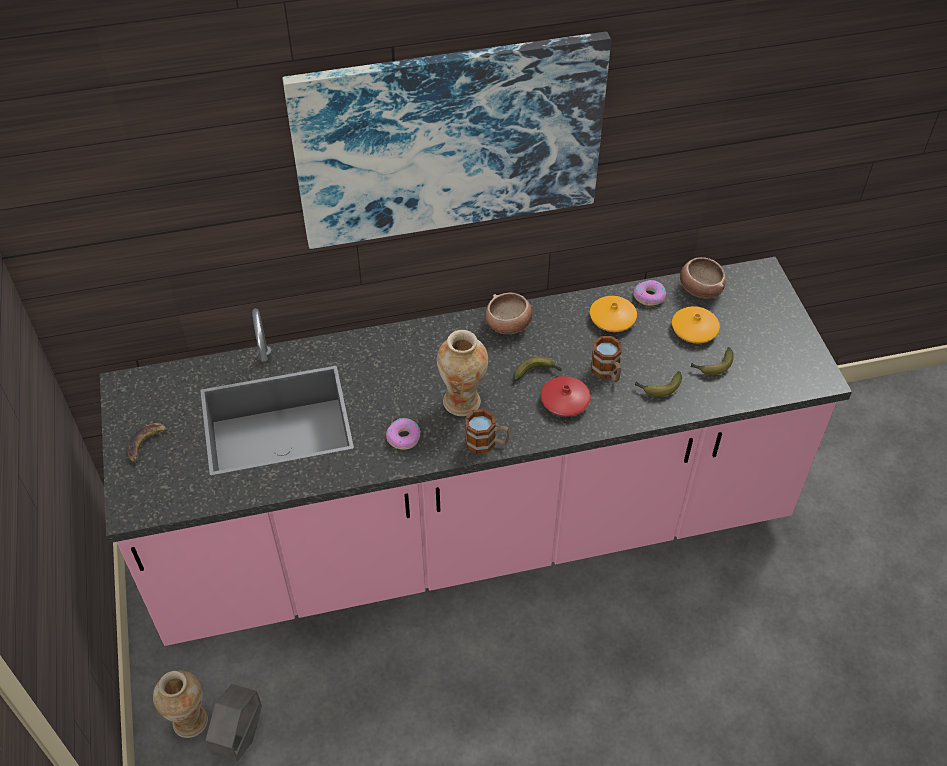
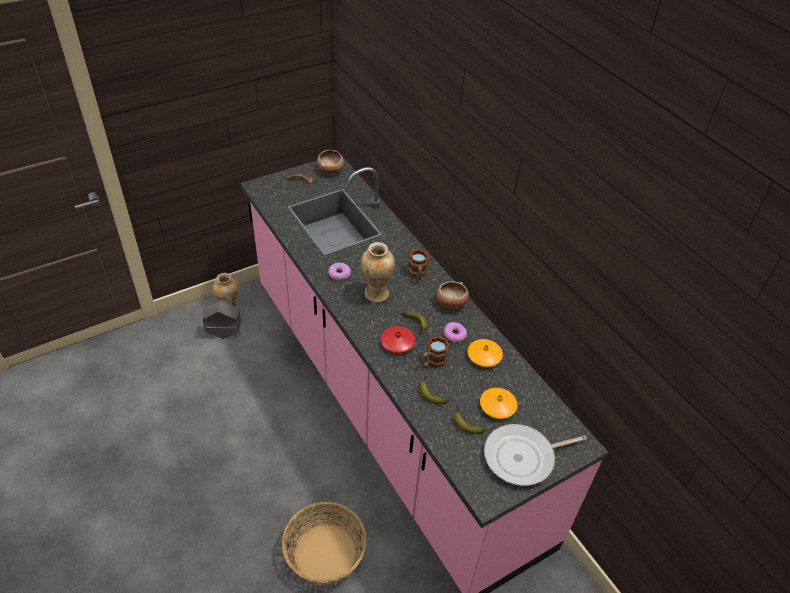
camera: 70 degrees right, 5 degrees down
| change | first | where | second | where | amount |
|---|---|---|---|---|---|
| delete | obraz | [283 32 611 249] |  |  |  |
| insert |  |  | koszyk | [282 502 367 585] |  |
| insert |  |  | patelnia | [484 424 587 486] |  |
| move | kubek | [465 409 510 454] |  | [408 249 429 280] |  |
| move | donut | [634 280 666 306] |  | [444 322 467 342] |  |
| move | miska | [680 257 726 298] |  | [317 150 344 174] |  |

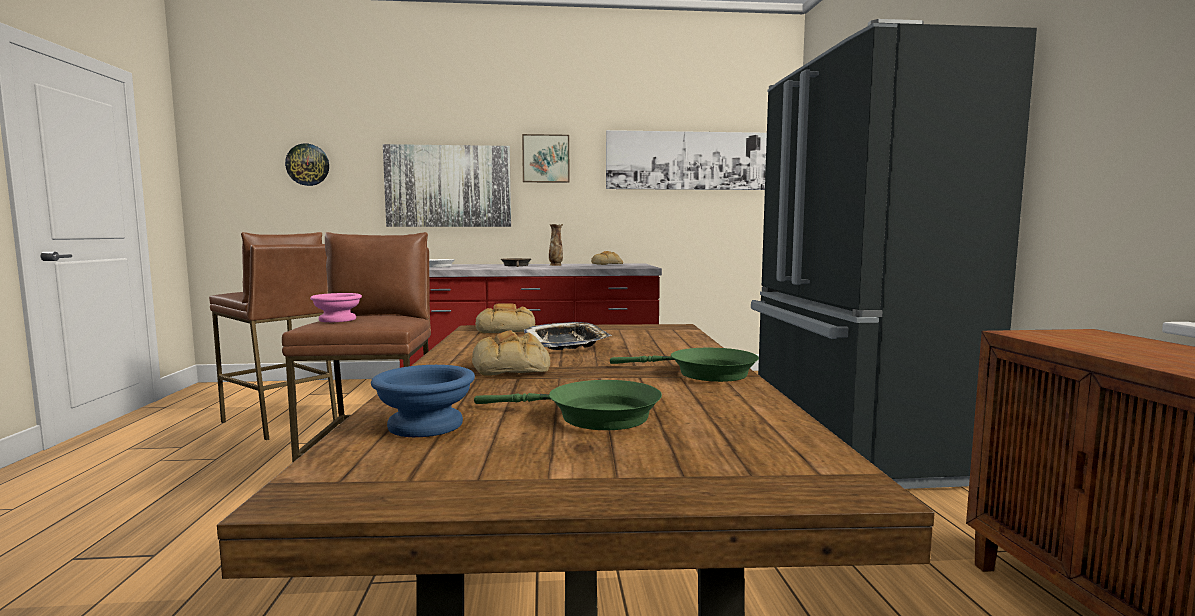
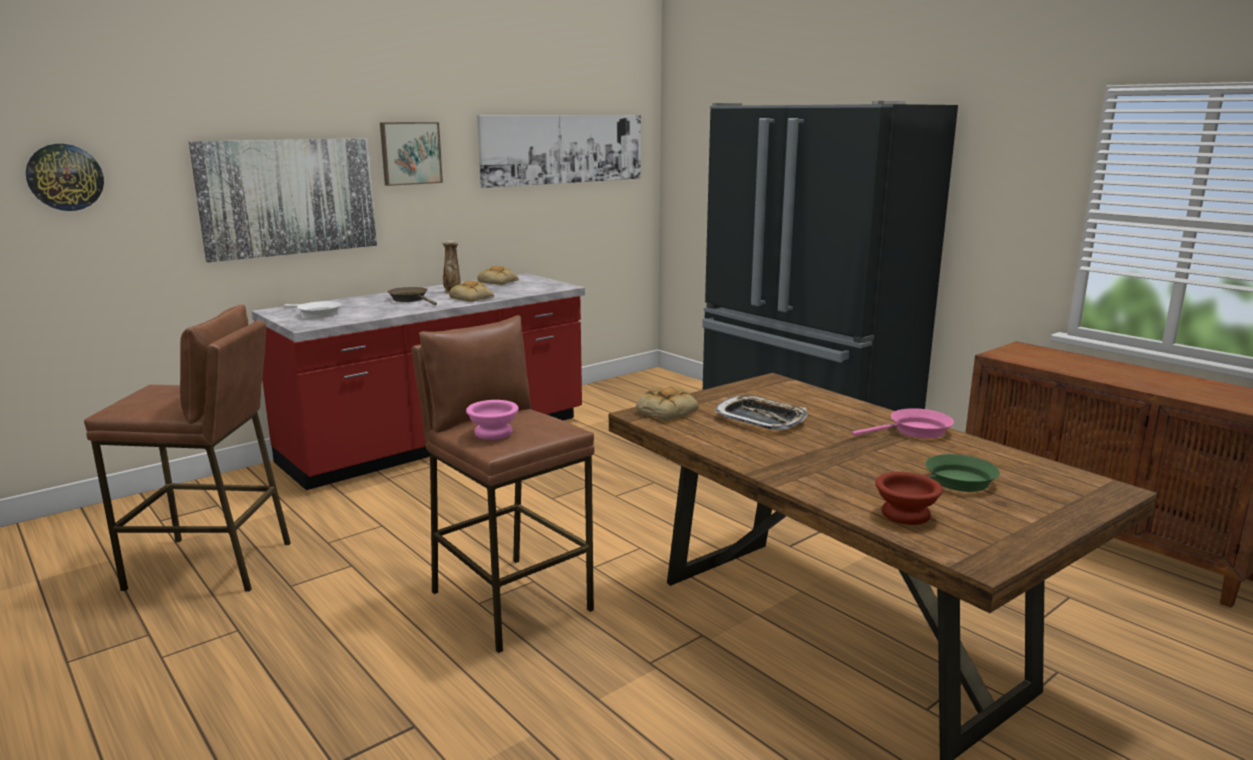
camera: 35 degrees left, 10 degrees up
| change | first | where | second | where | amount |
|---|---|---|---|---|---|
| move | chleb | [472 330 550 376] |  | [449 281 494 302] |  |
| recolor | miska (niebieski) | [371 365 475 437] | miska (brązowy) | [875 472 943 525] |  |
| recolor | patelnia (zielony) | [610 348 759 382] | patelnia (różowy) | [852 408 954 438] |  |

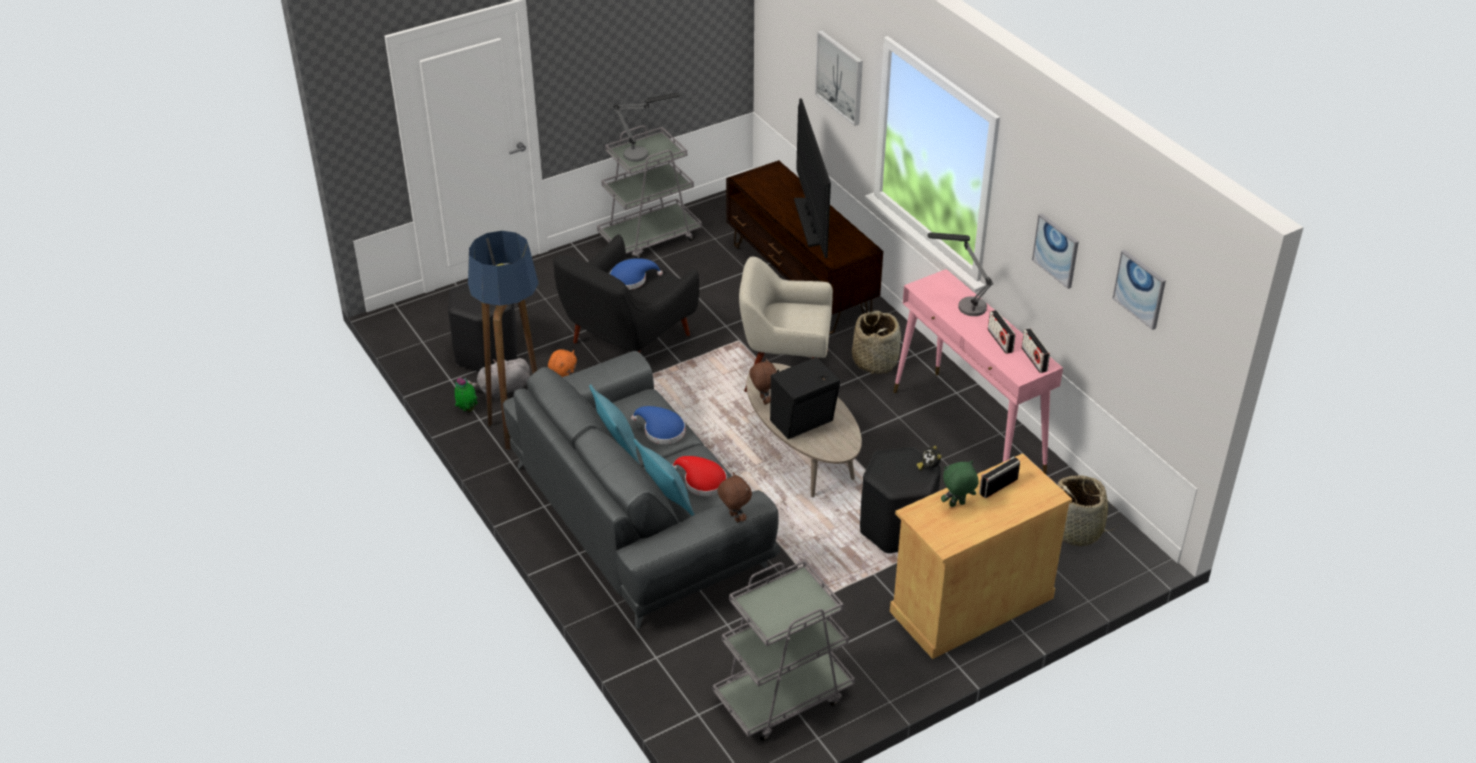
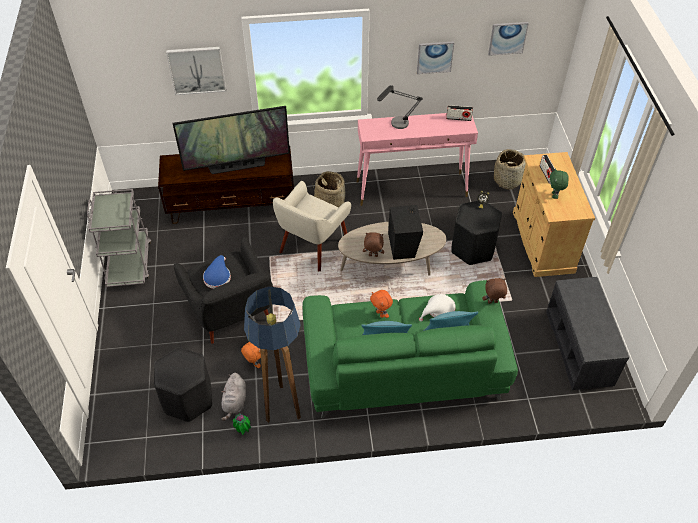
camera: 65 degrees left, 10 degrees up
| change | first | where | second | where | amount |
|---|---|---|---|---|---|
| delete | lampa stołowa | [613 93 680 162] |  |  |  |
| delete | radio | [988 310 1015 354] |  |  |  |
| replace | kapelusz (niebieski) | [631 406 685 444] | pluszak (pomarańczowy) | [370 290 393 318] |  |
| replace | wózek (szary) | [713 560 855 741] | ławka (szary) | [546 277 629 390] |  |
| recolor | kanapa (szary) | [503 351 780 629] | kanapa (zielony) | [303 280 518 419] |  |
| recolor | kapelusz (czerwony) | [672 456 727 496] | kapelusz (biały) | [419 294 455 322] |  |
| rotate | telewizor | [794 98 831 258] |  | [173 106 290 174] | 150 degrees clockwise |

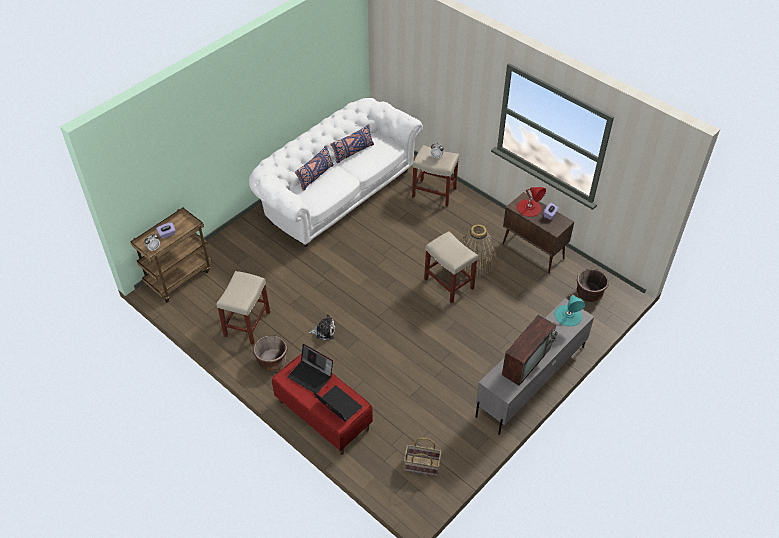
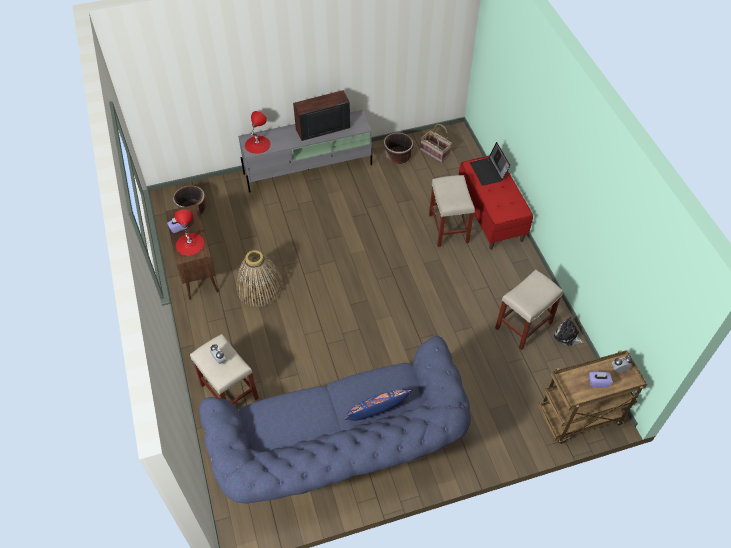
camera: 150 degrees left, 5 degrees up
| change | first | where | second | where | amount |
|---|---|---|---|---|---|
| delete | laptop | [287 344 333 393] |  |  |  |
| delete | poduszka (niebieski) | [331 124 374 163] |  |  |  |
| move | donica (brązowy) | [254 335 288 371] |  | [383 132 414 164] |  |
| move | pluszak | [308 314 336 340] |  | [554 316 585 346] |  |
| move | stołek (beżowy) | [424 231 478 304] |  | [429 175 475 247] |  |
| recolor | kanapa (biały) | [249 98 423 247] | kanapa (niebieski) | [199 336 471 503] |  |
| recolor | lampa stołowa (turkusowy) | [555 295 585 326] | lampa stołowa (czerwony) | [245 111 270 154] |  |

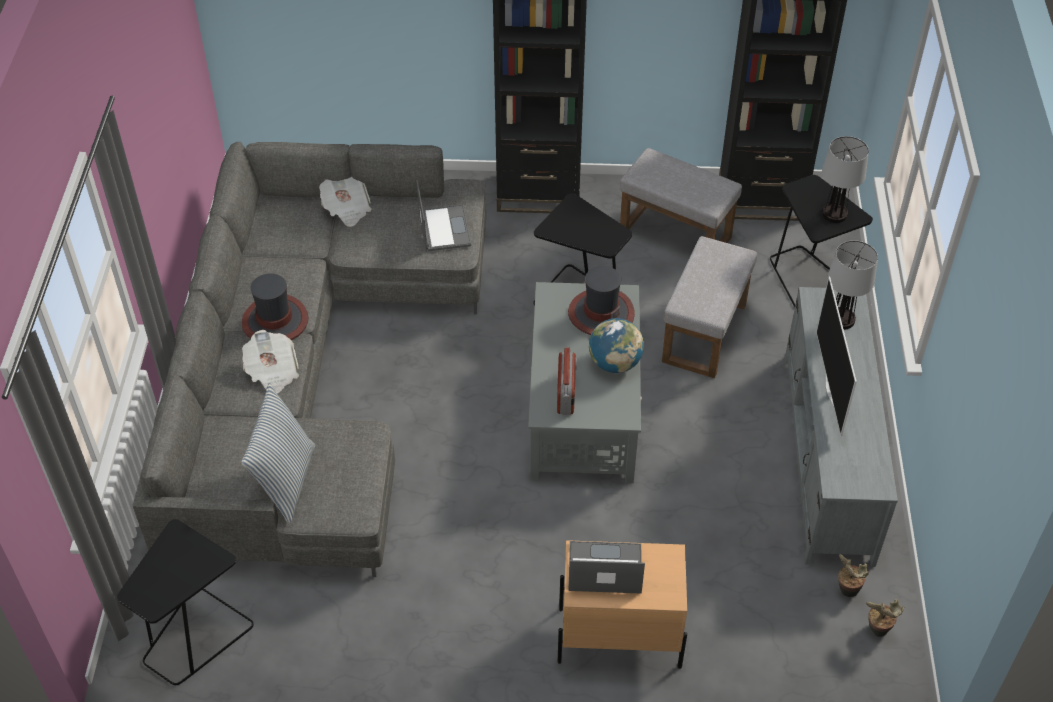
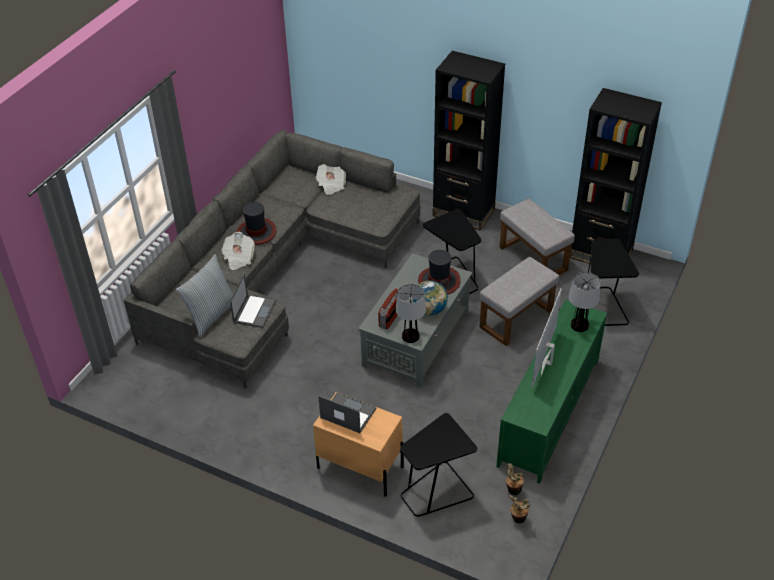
camera: 25 degrees right, 5 degrees down
| change | first | where | second | where | amount |
|---|---|---|---|---|---|
| move | stolik (czarny) | [117 519 254 685] |  | [400 413 477 517] |  |
| move | laptop | [416 180 471 252] |  | [230 274 276 328] |  |
| move | lampa stołowa | [822 136 869 223] |  | [396 284 426 343] |  |
| recolor | szafka pod telewizor (szary) | [785 287 898 567] | szafka pod telewizor (zielony) | [496 300 607 484] |  |

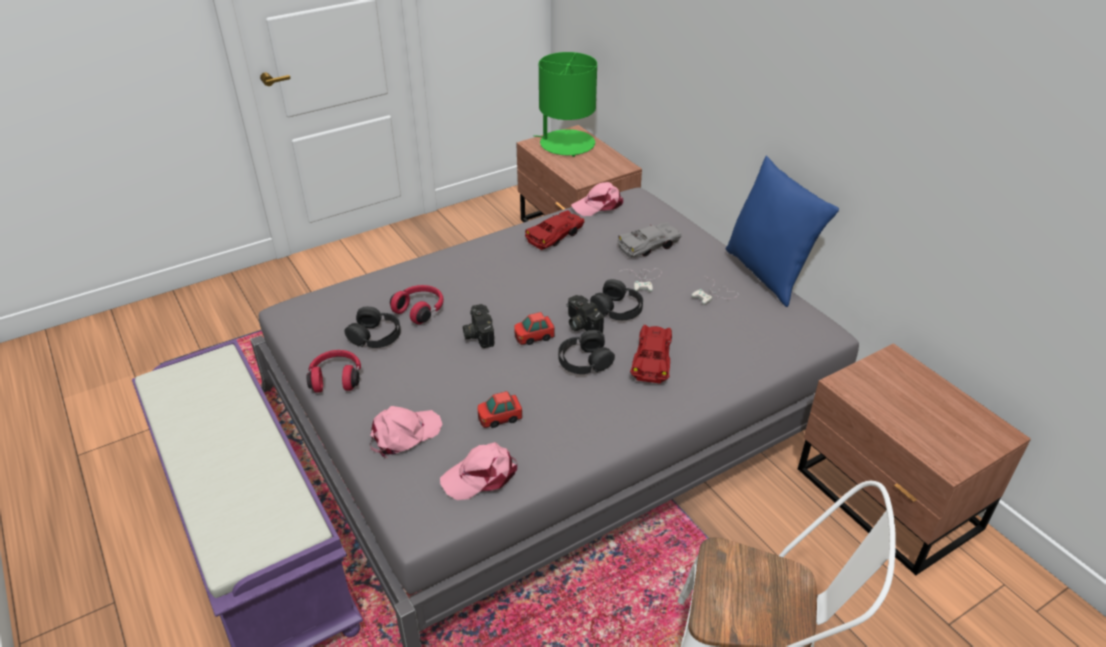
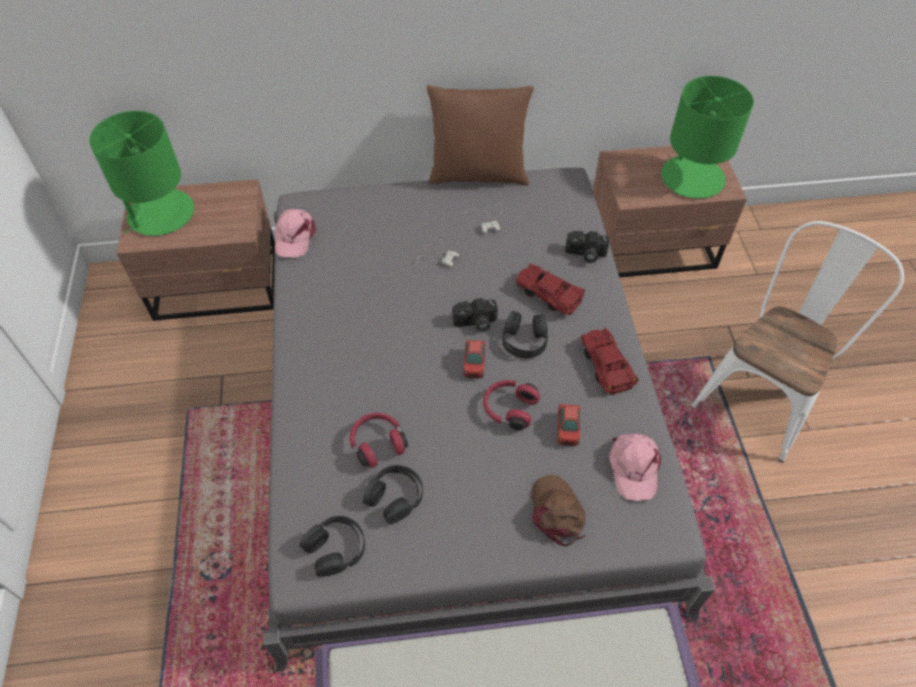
camera: 65 degrees left, 15 degrees up
| change | first | where | second | where | amount |
|---|---|---|---|---|---|
| delete | samochodzik (szary) | [617 222 681 258] |  |  |  |
| insert |  |  | lampa stołowa (zielony) | [661 76 754 199] |  |
| move | słuchawki (czerwony) | [307 350 361 393] |  | [483 380 540 430] |  |
| move | aparat fotograficzny | [463 304 495 348] |  | [565 231 609 263] |  |
| move | samochodzik (czerwony) | [525 210 585 250] |  | [581 328 639 395] |  |
| move | słuchawki (czarny) | [590 279 643 320] |  | [300 516 365 577] |  |
| recolor | czapka z daszkiem (różowy) | [370 406 442 458] | czapka z daszkiem (brązowy) | [531 475 586 546] |  |
| recolor | poduszka (niebieski) | [726 156 839 307] | poduszka (brązowy) | [427 85 534 185] |  |

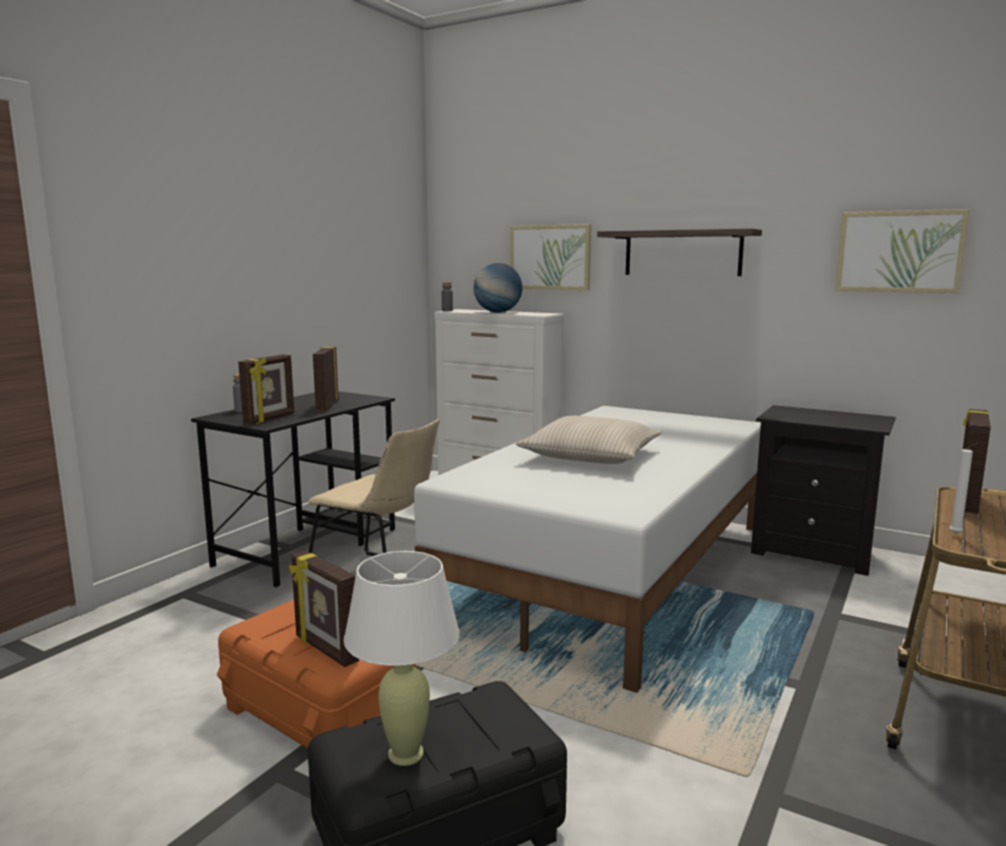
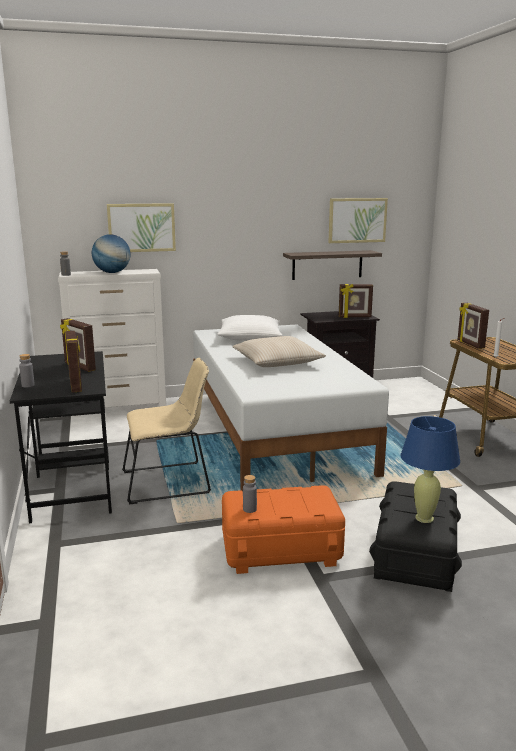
camera: 45 degrees left, 5 degrees up
| change | first | where | second | where | amount |
|---|---|---|---|---|---|
| insert |  |  | poduszka (biały) | [217 315 282 341] |  |
| insert |  |  | butelka (szary) | [243 475 257 513] |  |
| move | ramka na zdjęcie | [289 550 359 667] |  | [339 284 373 318] |  |
| move | półka | [597 228 762 276] |  | [283 250 382 280] |  |
| recolor | lampa stołowa (biały) | [344 551 460 766] | lampa stołowa (niebieski) | [401 416 460 523] |  |

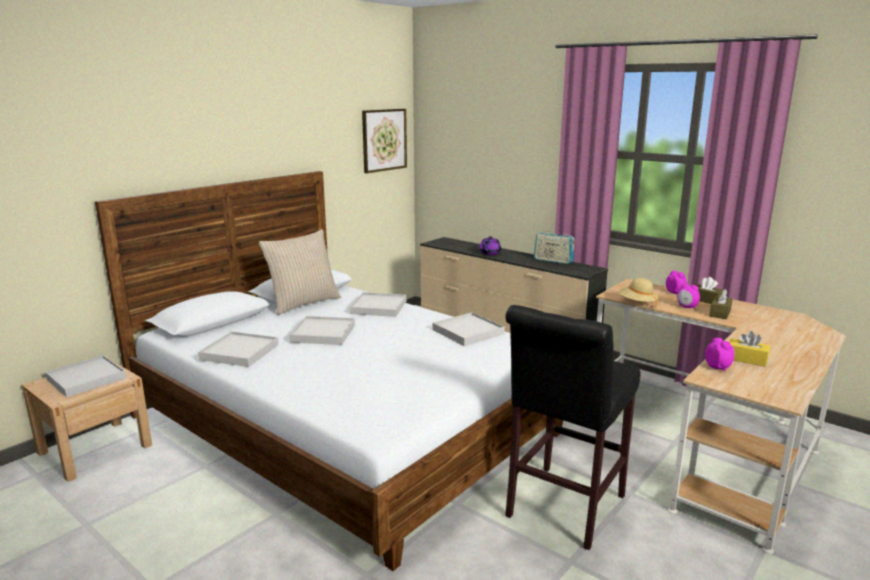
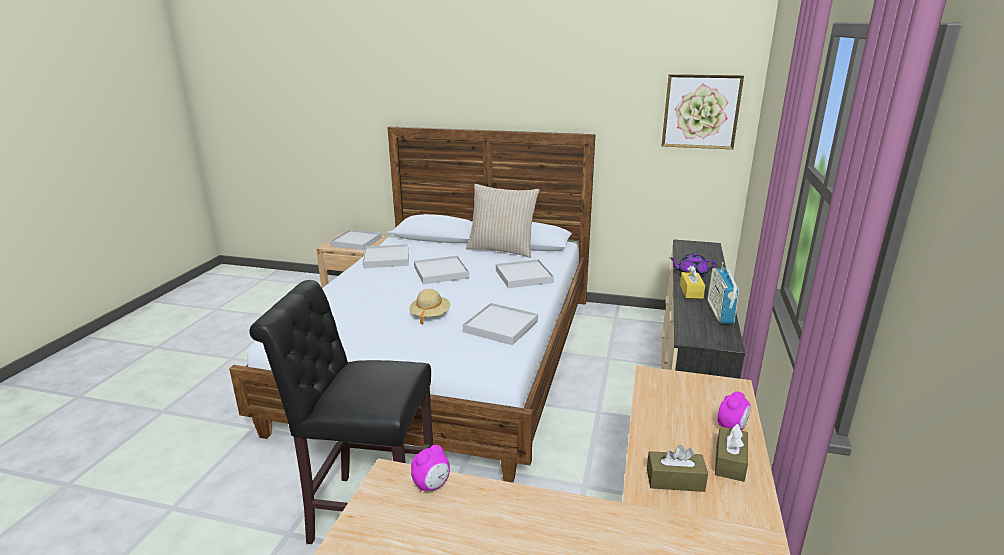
camera: 65 degrees right, 5 degrees up
| change | first | where | second | where | amount |
|---|---|---|---|---|---|
| delete | budzik | [677 284 700 308] |  |  |  |
| move | kapelusz (beżowy) | [619 278 658 308] |  | [409 289 450 325] |  |
| move | pudełko chusteczek (żółty) | [729 331 770 367] |  | [680 266 705 299] |  |

